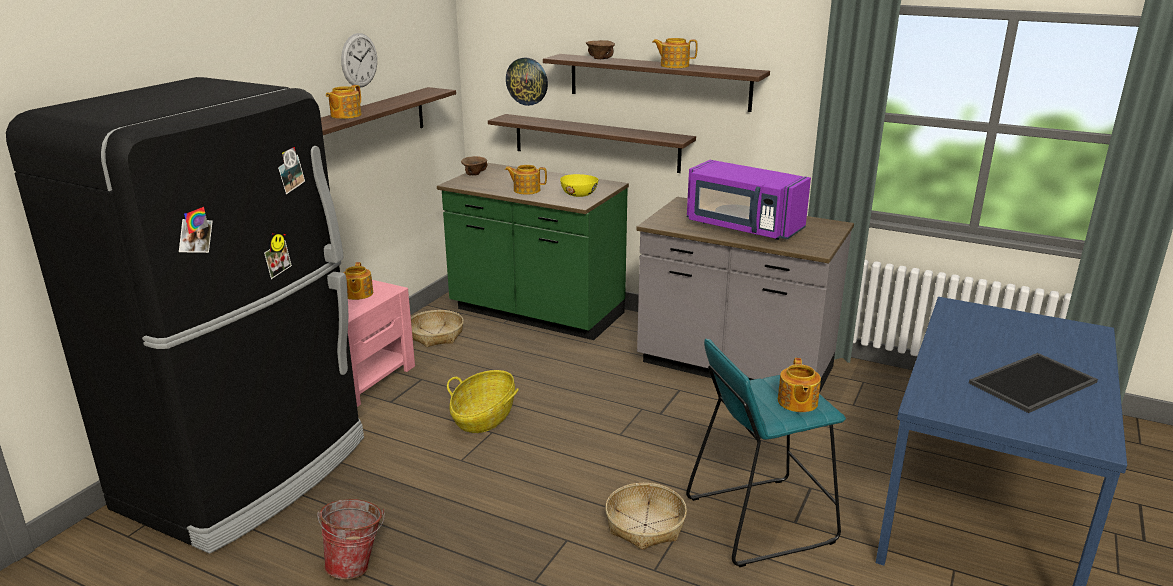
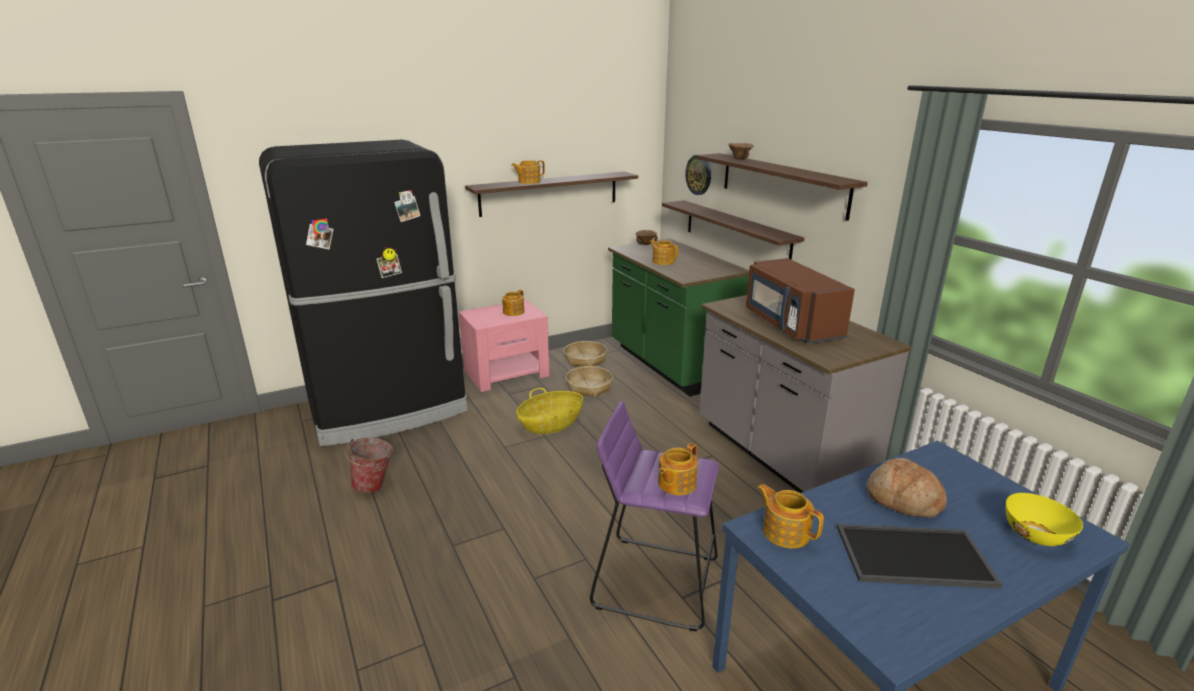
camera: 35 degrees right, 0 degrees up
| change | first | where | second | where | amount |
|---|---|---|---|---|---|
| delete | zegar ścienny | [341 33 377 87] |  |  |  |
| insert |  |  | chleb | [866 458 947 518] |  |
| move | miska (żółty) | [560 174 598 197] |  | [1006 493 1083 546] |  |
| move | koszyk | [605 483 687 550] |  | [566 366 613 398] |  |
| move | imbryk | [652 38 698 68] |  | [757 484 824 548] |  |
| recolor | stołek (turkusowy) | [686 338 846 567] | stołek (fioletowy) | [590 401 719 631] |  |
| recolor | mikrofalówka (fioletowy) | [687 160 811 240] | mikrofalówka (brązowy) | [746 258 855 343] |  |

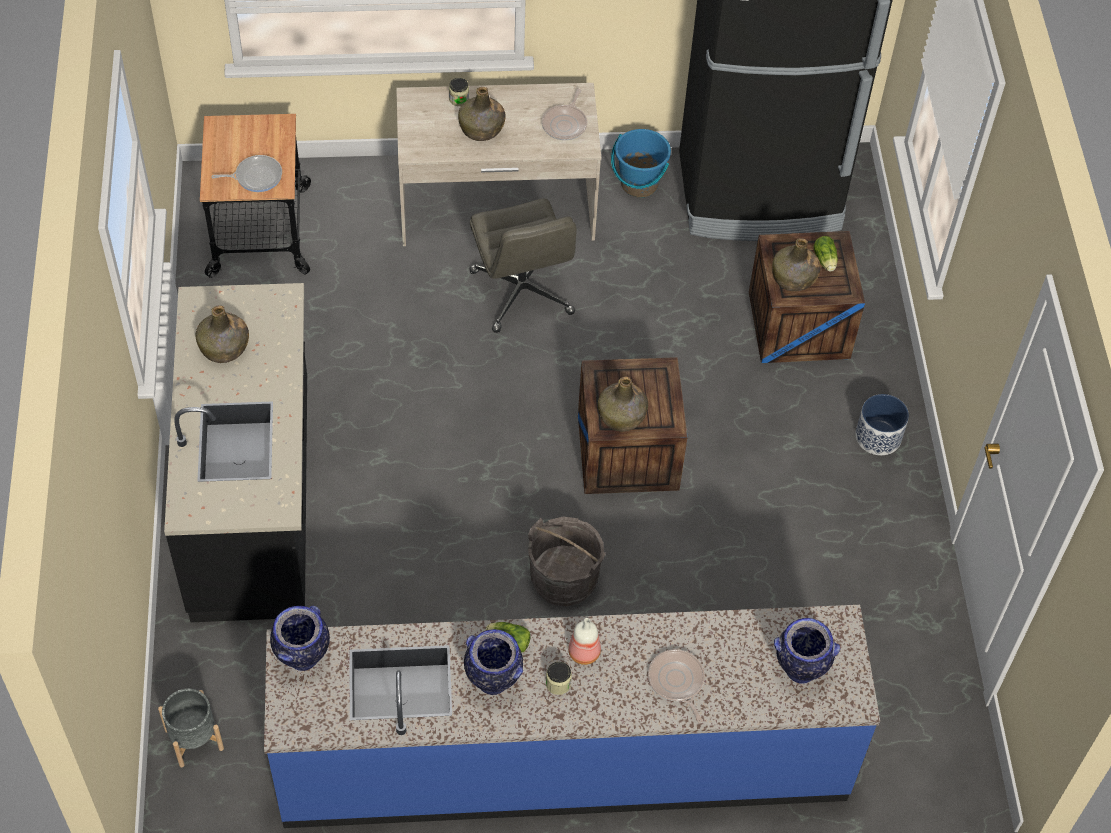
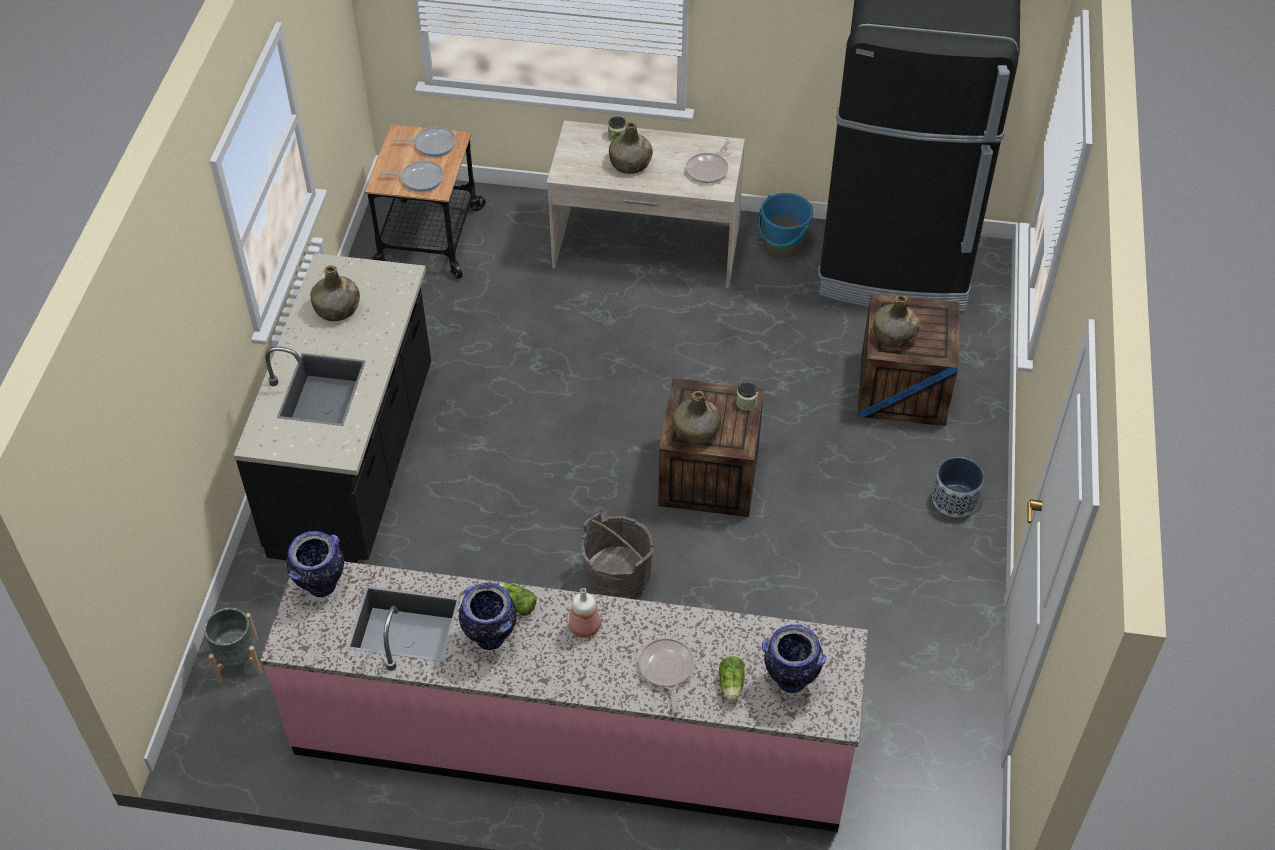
camera: 15 degrees right, 5 degrees down
| change | first | where | second | where | amount |
|---|---|---|---|---|---|
| delete | krzesło biurowe (szary) | [469 198 577 333] |  |  |  |
| insert |  |  | patelnia | [393 127 456 157] |  |
| move | słoik | [546 662 572 695] |  | [736 382 758 411] |  |
| move | sałata | [814 236 838 272] |  | [719 656 745 702] |  |
| recolor | zabudowa kuchenna (niebieski) | [264 605 880 828] | zabudowa kuchenna (różowy) | [260 562 868 832] |  |

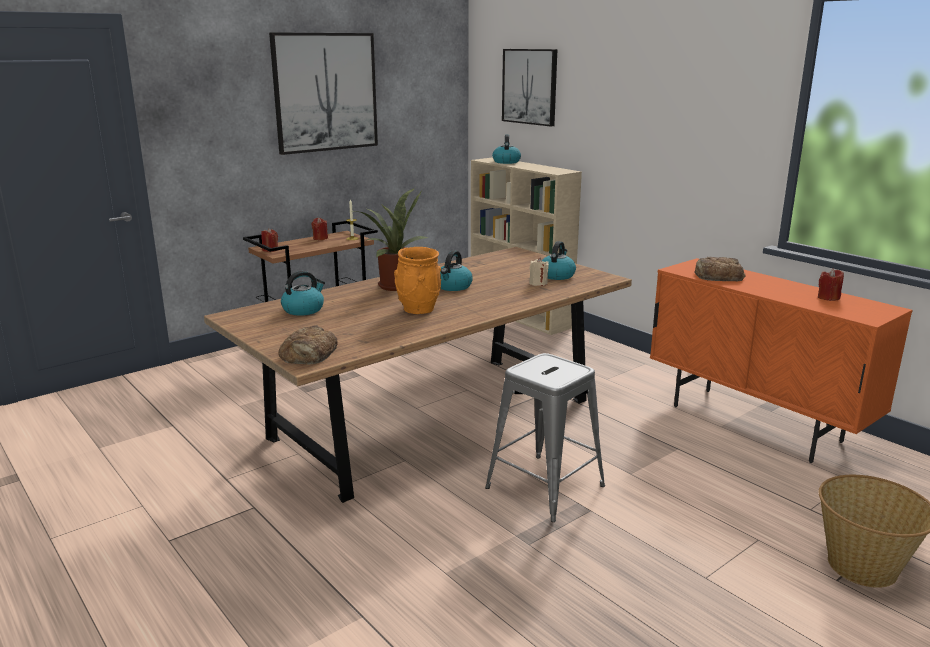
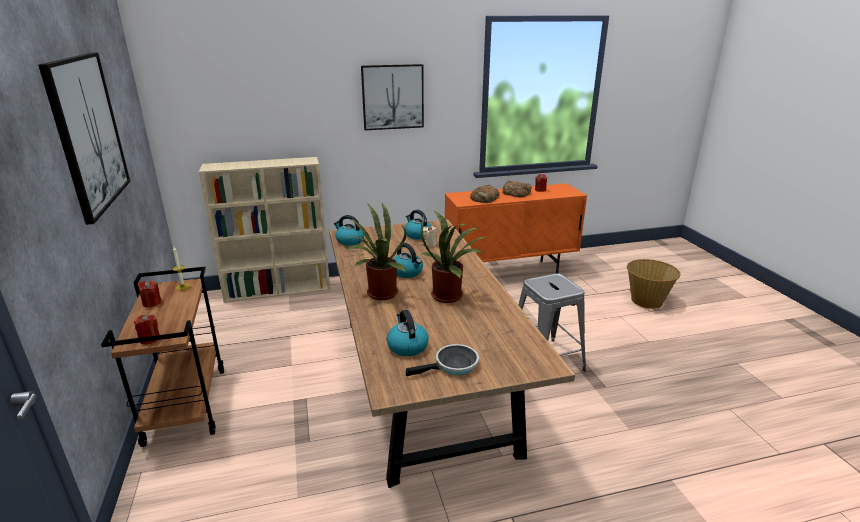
camera: 65 degrees left, 5 degrees up
| change | first | where | second | where | amount |
|---|---|---|---|---|---|
| insert |  |  | patelnia | [406 344 479 376] |  |
| move | chleb | [279 325 338 365] |  | [503 180 532 197] |  |
| move | czajnik | [492 134 521 164] |  | [334 215 364 246] |  |
| move | obraz | [502 49 557 127] |  | [361 64 424 130] |  |
| replace | wazon (pomarańczowy) | [394 247 441 314] | roślina doniczkowa | [421 211 486 303] |  |

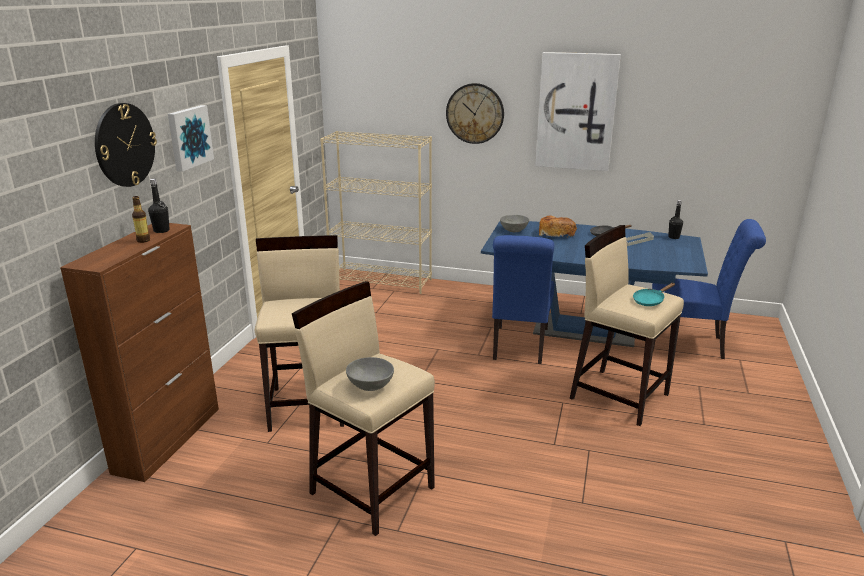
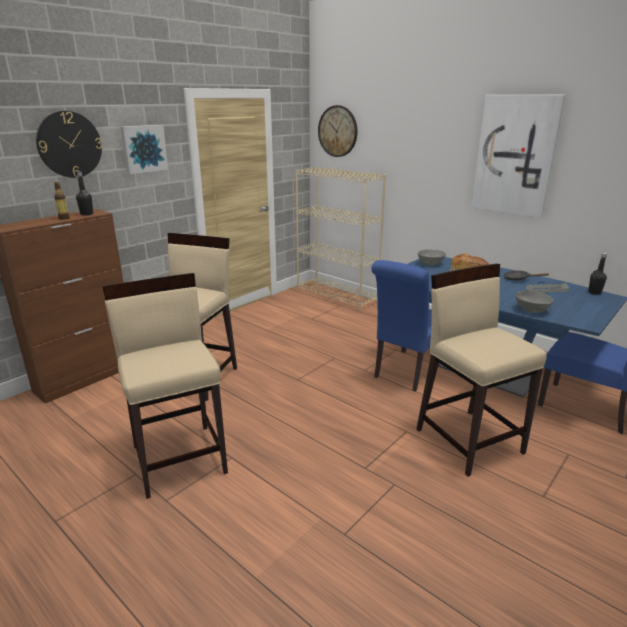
camera: 25 degrees right, 0 degrees up
| change | first | where | second | where | amount |
|---|---|---|---|---|---|
| delete | patelnia (turkusowy) | [633 283 675 306] |  |  |  |
| move | miska (szary) | [346 357 394 391] |  | [515 291 554 313] |  |
| move | zegar ścienny | [446 83 504 144] |  | [318 105 357 157] |  |

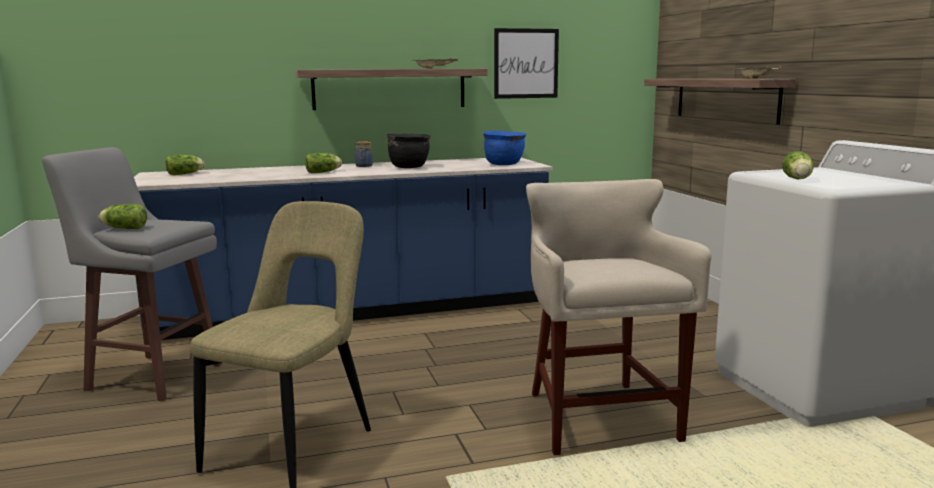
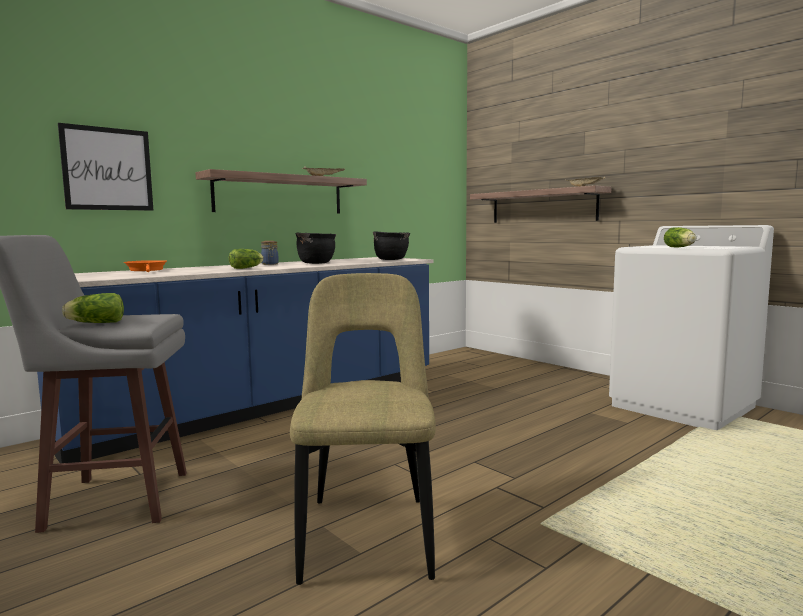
camera: 25 degrees left, 5 degrees down
| change | first | where | second | where | amount |
|---|---|---|---|---|---|
| delete | sałata | [165 155 204 175] |  |  |  |
| delete | stołek (beżowy) | [526 179 712 455] |  |  |  |
| insert |  |  | patelnia (pomarańczowy) | [124 260 167 272] |  |
| move | obraz | [494 28 559 99] |  | [58 123 153 211] |  |
| recolor | garnek (niebieski) | [483 131 526 165] | garnek (czarny) | [373 231 410 260] |  |

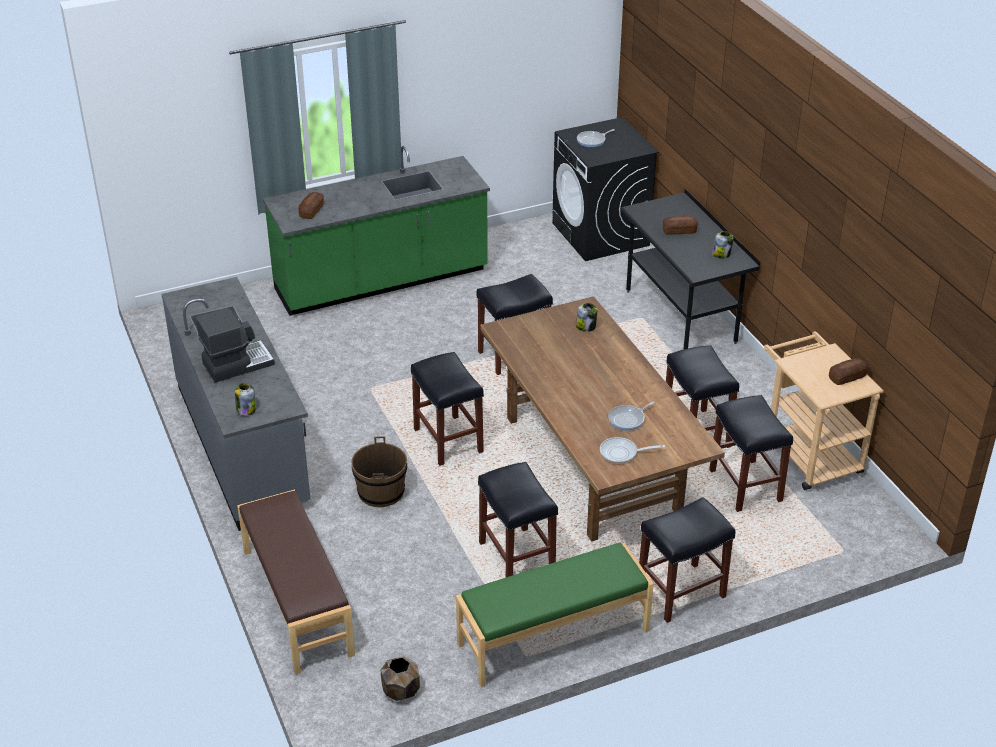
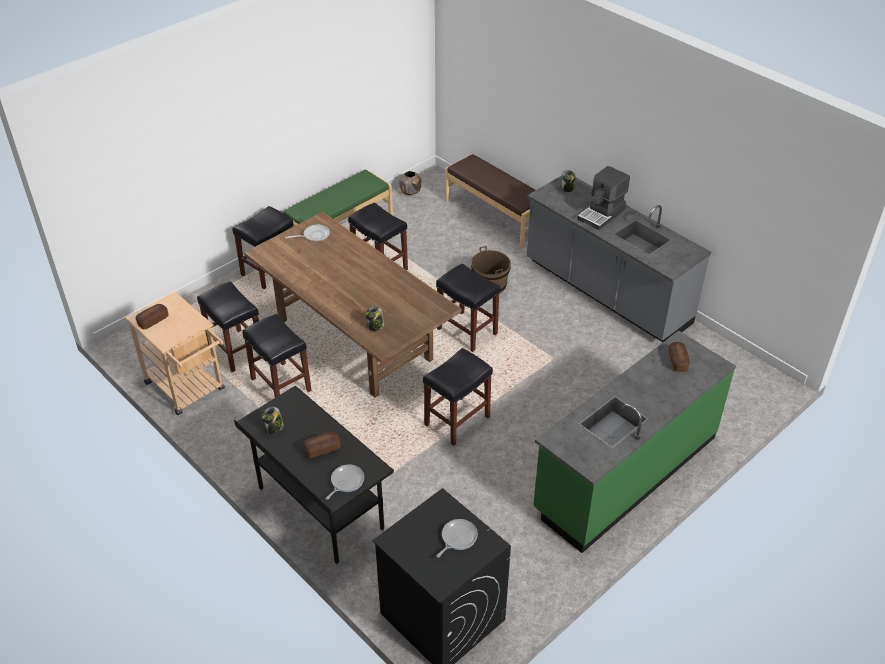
camera: 160 degrees right, 5 degrees up
| change | first | where | second | where | amount |
|---|---|---|---|---|---|
| move | patelnia | [608 401 655 431] |  | [326 464 364 500] |  |

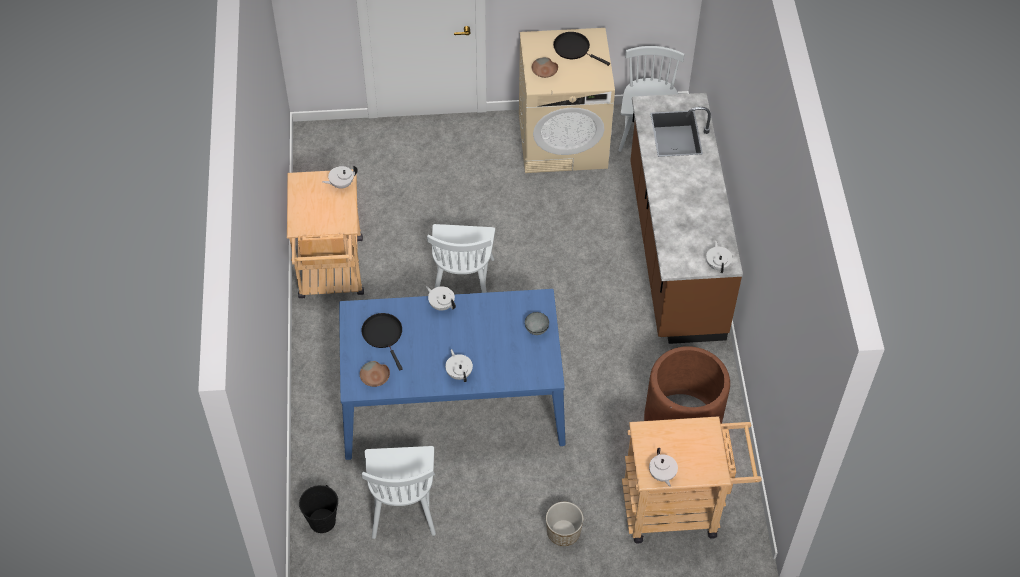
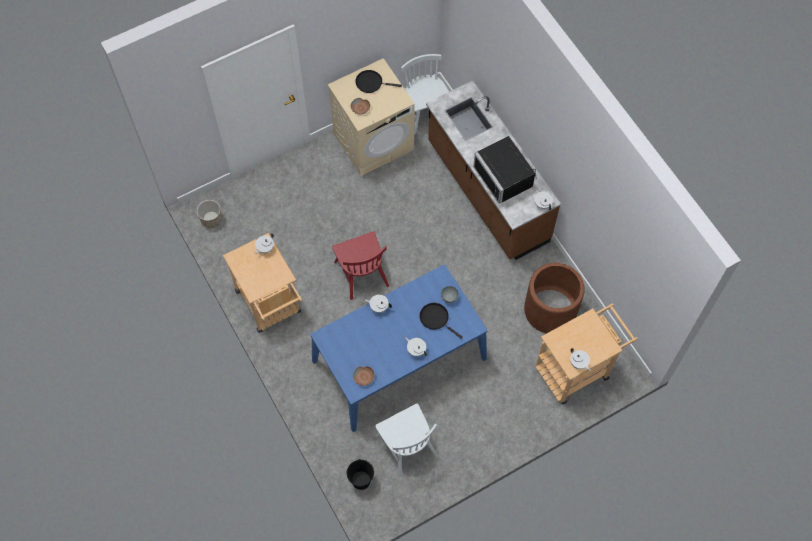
camera: 25 degrees left, 10 degrees up
| change | first | where | second | where | amount |
|---|---|---|---|---|---|
| insert |  |  | mikrofalówka (czarny) | [473 136 537 204] |  |
| move | patelnia (czarny) | [361 313 403 371] |  | [420 303 463 339] |  |
| move | donica | [546 502 584 546] |  | [197 200 222 228] |  |
| recolor | krzesło (biały) | [427 224 495 293] | krzesło (czerwony) | [332 231 389 300] |  |

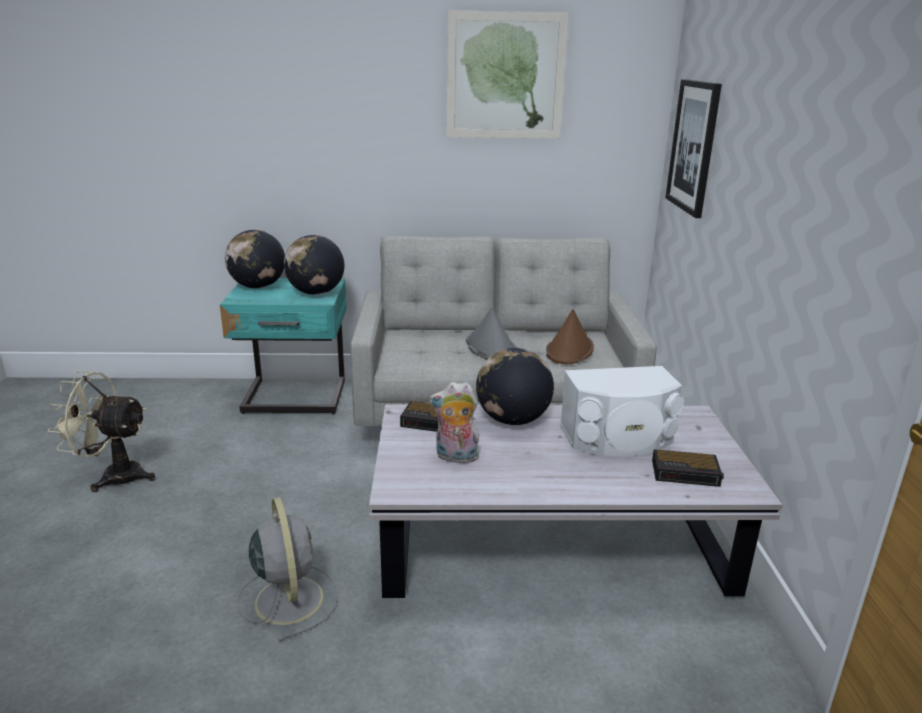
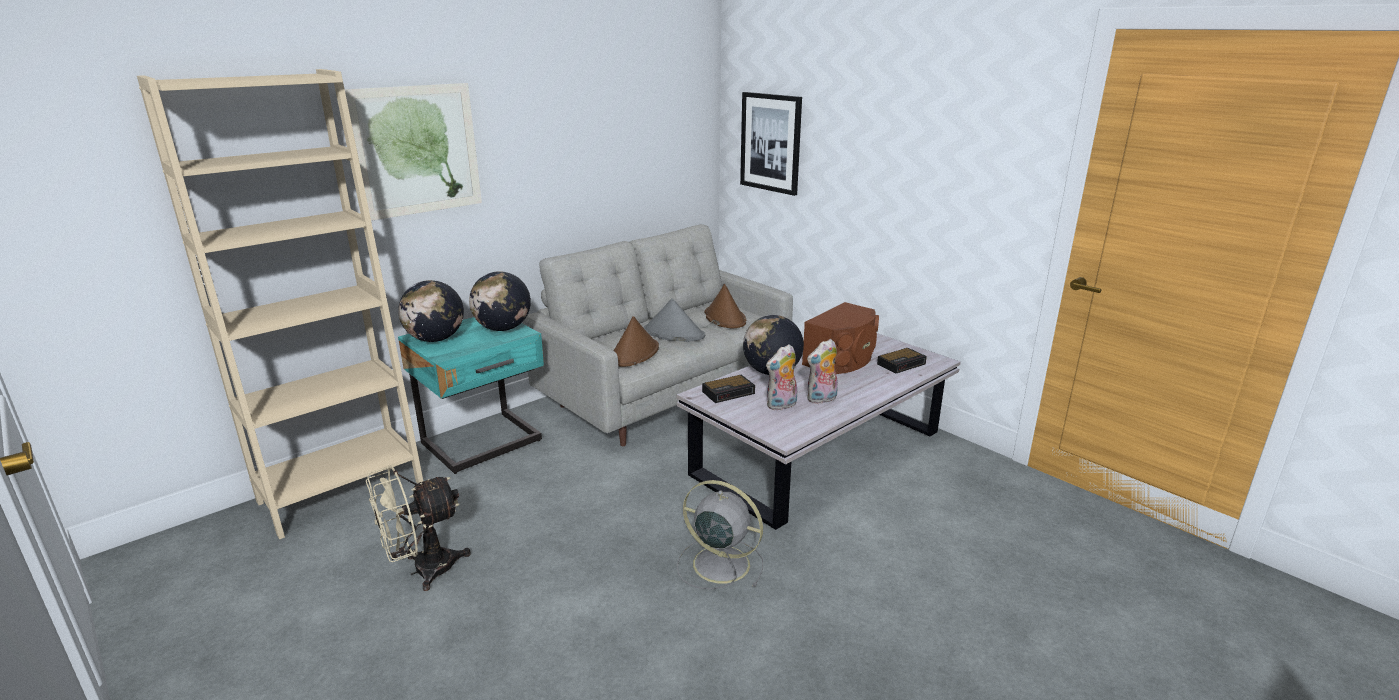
camera: 40 degrees left, 0 degrees up
| change | first | where | second | where | amount |
|---|---|---|---|---|---|
| insert |  |  | regał (beżowy) | [137 69 423 539] |  |
| insert |  |  | kapelusz (brązowy) | [613 316 659 367] |  |
| insert |  |  | pluszak | [807 339 838 404] |  |
| move | obraz | [447 10 569 139] |  | [345 83 482 221] |  |
| recolor | głośnik (biały) | [560 366 684 456] | głośnik (brązowy) | [802 302 879 374] |  |

